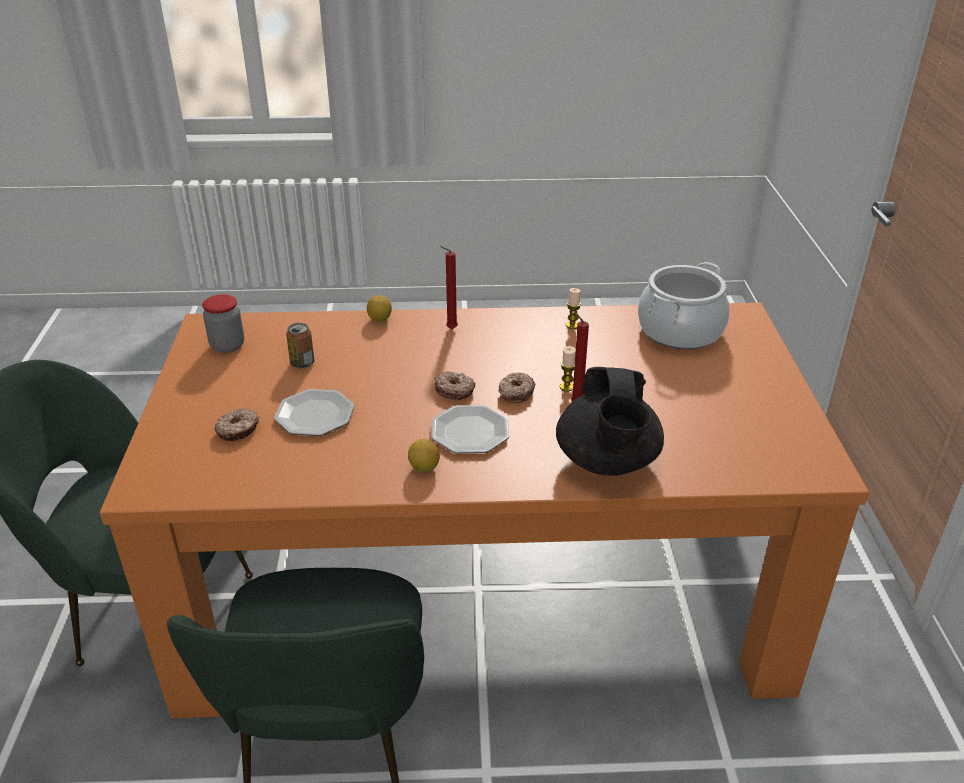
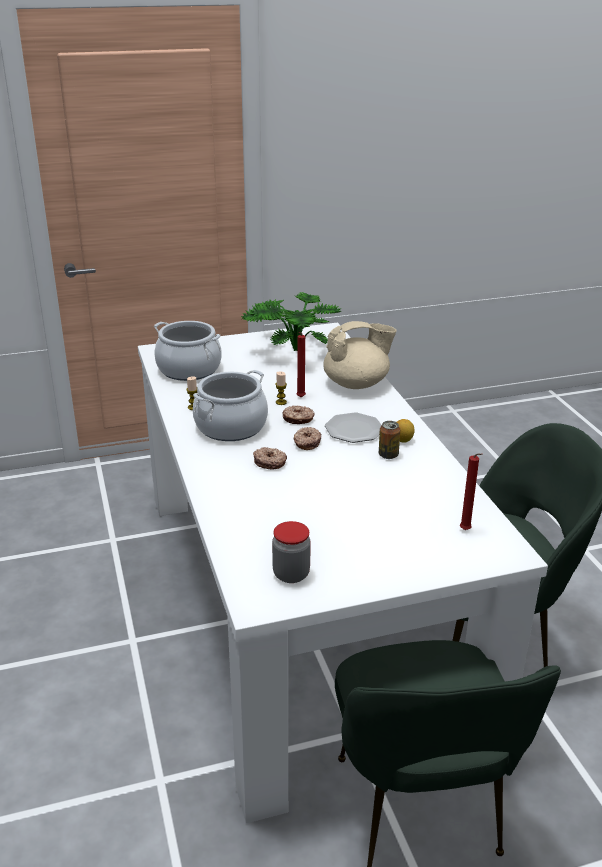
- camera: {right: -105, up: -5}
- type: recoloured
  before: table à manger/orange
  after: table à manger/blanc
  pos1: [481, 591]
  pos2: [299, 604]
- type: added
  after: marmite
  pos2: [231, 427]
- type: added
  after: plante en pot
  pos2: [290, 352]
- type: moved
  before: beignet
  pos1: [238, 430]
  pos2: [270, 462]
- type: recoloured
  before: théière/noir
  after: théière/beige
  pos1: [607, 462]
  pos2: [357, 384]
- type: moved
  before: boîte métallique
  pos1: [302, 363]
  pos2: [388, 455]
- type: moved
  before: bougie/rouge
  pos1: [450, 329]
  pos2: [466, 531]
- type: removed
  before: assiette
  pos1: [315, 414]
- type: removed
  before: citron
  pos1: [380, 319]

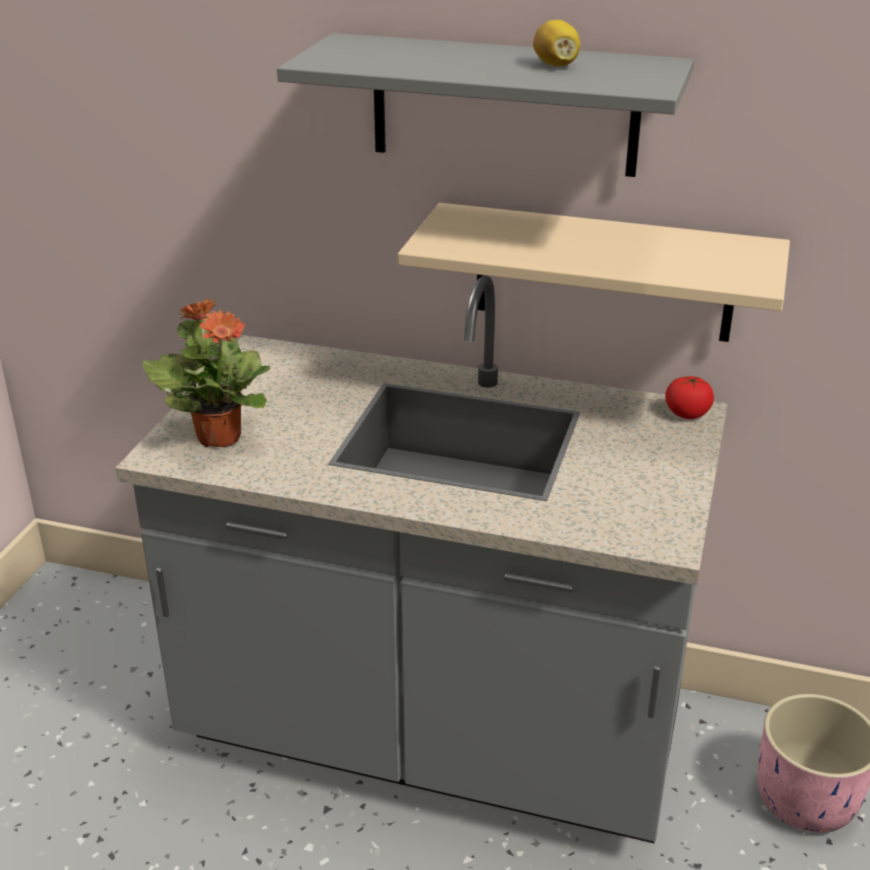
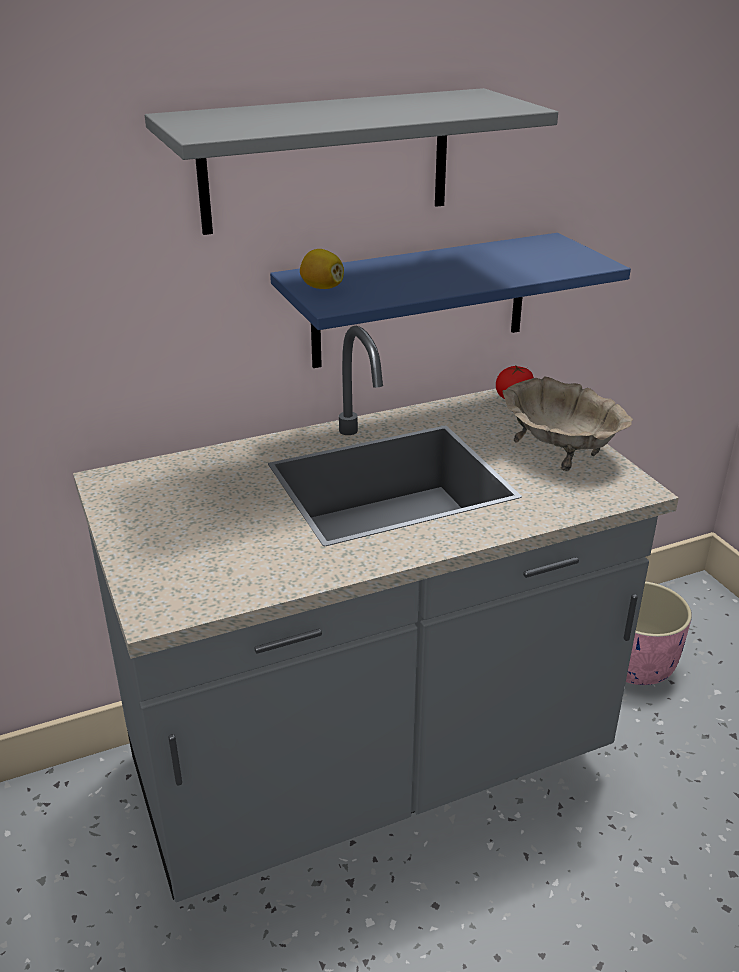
- camera: {right: -40, up: 0}
- type: recoloured
  before: étagère/beige
  after: étagère/bleu
  pos1: [603, 273]
  pos2: [420, 300]
- type: moved
  before: citron
  pos1: [555, 65]
  pos2: [322, 288]
- type: added
  after: bol/beige
  pos2: [561, 449]
- type: removed
  before: plante en pot
  pos1: [219, 436]

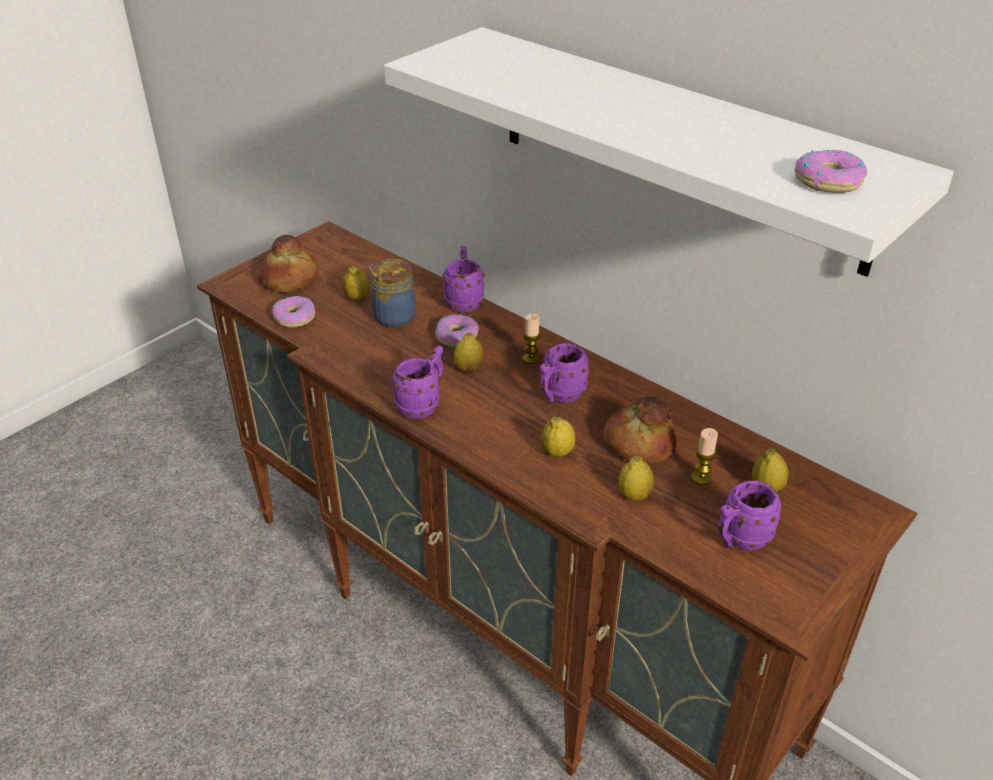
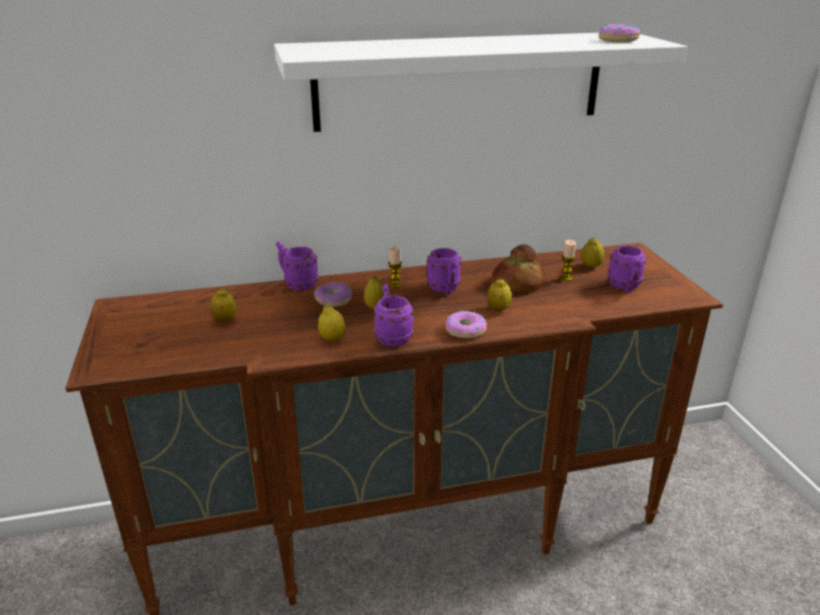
- camera: {right: -55, up: -10}
- type: moved
  before: citron
  pos1: [634, 495]
  pos2: [332, 339]
- type: moved
  before: beignet
  pos1: [294, 317]
  pos2: [465, 330]
- type: removed
  before: pain
  pos1: [290, 280]
- type: removed
  before: bocal
  pos1: [393, 316]

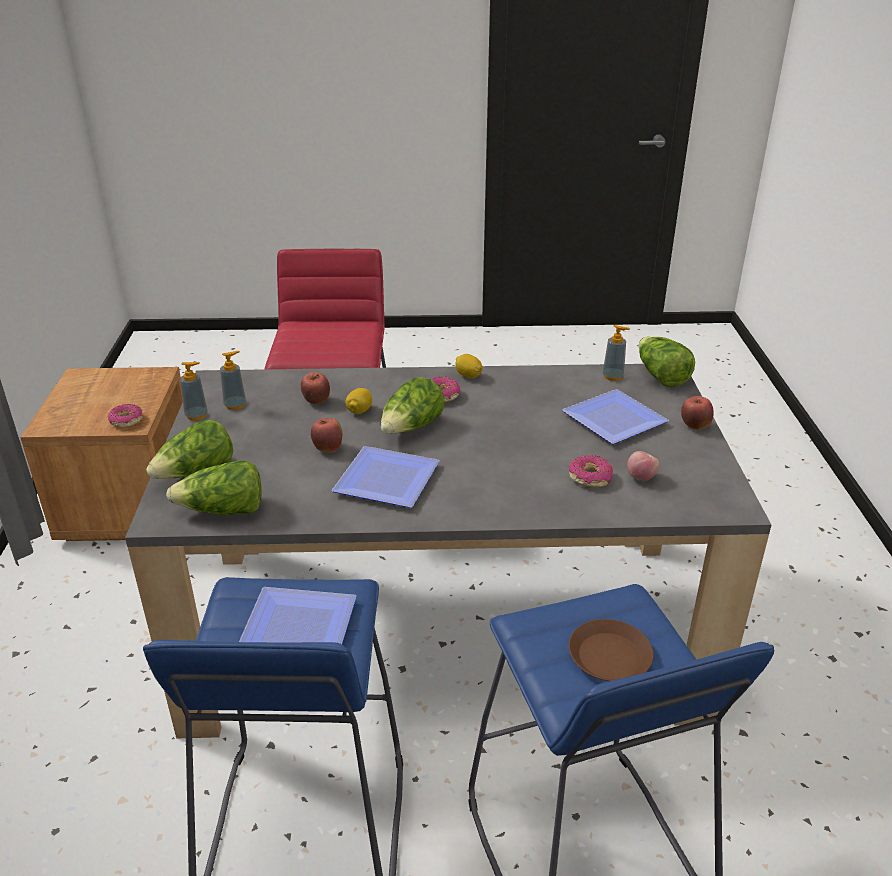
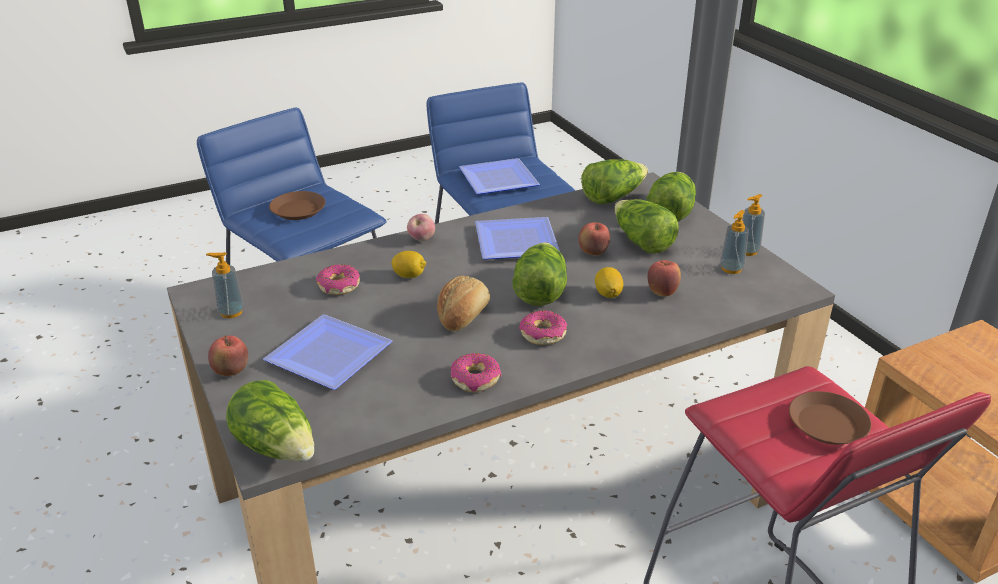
- camera: {right: 155, up: 0}
- type: moved
  before: distributeur de savon
  pos1: [612, 376]
  pos2: [231, 312]
- type: moved
  before: citron
  pos1: [468, 376]
  pos2: [409, 275]
- type: moved
  before: pomme
  pos1: [641, 477]
  pos2: [421, 240]
- type: added
  after: pain
  pos2: [463, 316]
- type: moved
  before: beignet
  pos1: [126, 421]
  pos2: [476, 379]
- type: added
  after: laitue
  pos2: [641, 242]
- type: added
  after: assiette/marron
  pos2: [827, 424]

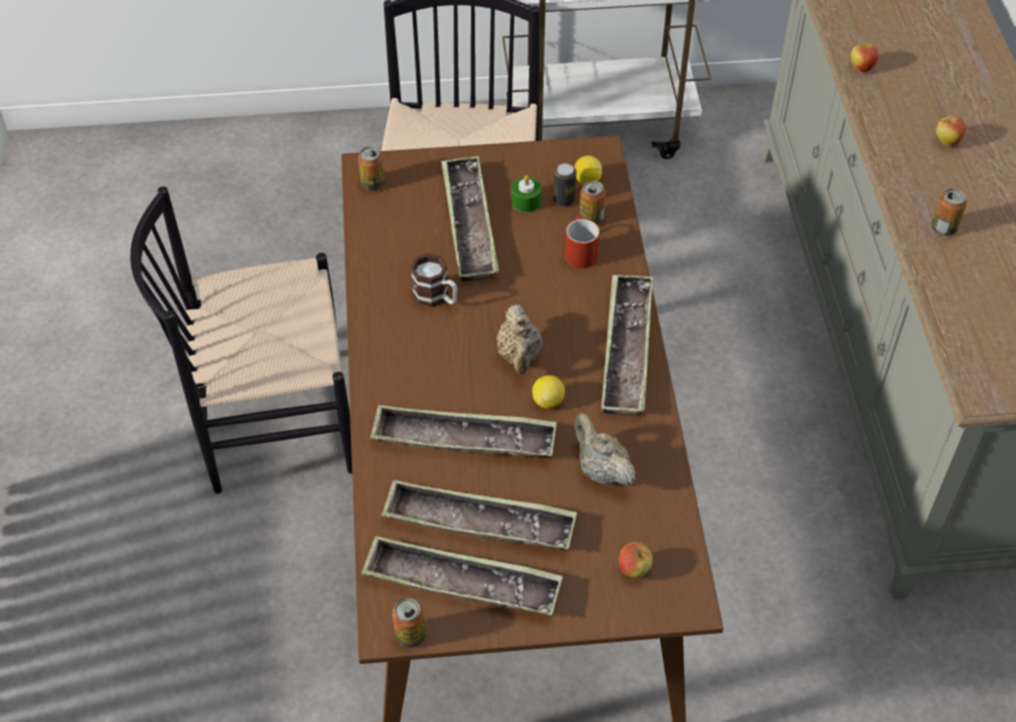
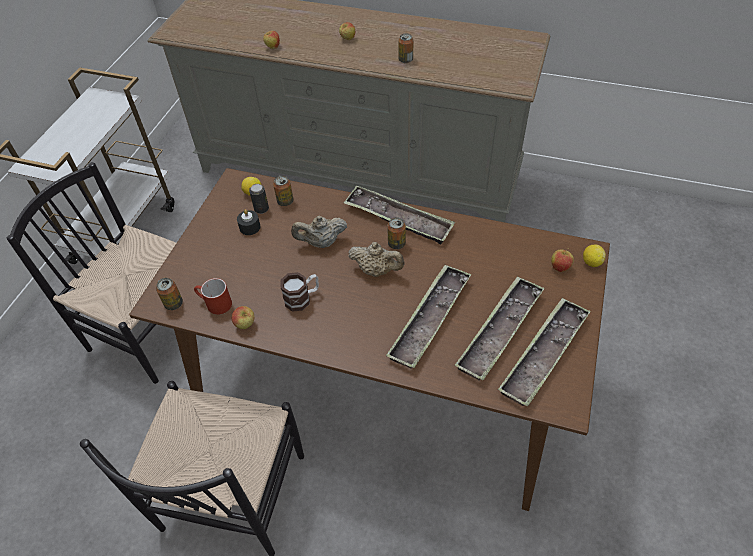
- camera: {right: -65, up: 0}
- type: moved
  before: mug/rouge
  pos1: [579, 251]
  pos2: [214, 304]
- type: added
  after: pomme
  pos2: [245, 325]
- type: recoloured
  before: bougie/vert
  after: bougie/noir
  pos1: [526, 201]
  pos2: [250, 227]
- type: moved
  before: théière/beige
  pos1: [601, 470]
  pos2: [321, 243]
- type: moved
  before: boîte métallique
  pos1: [410, 635]
  pos2: [396, 244]
- type: moved
  before: citron
  pos1: [548, 401]
  pos2: [591, 262]
- type: removed
  before: plateau
  pos1: [469, 224]

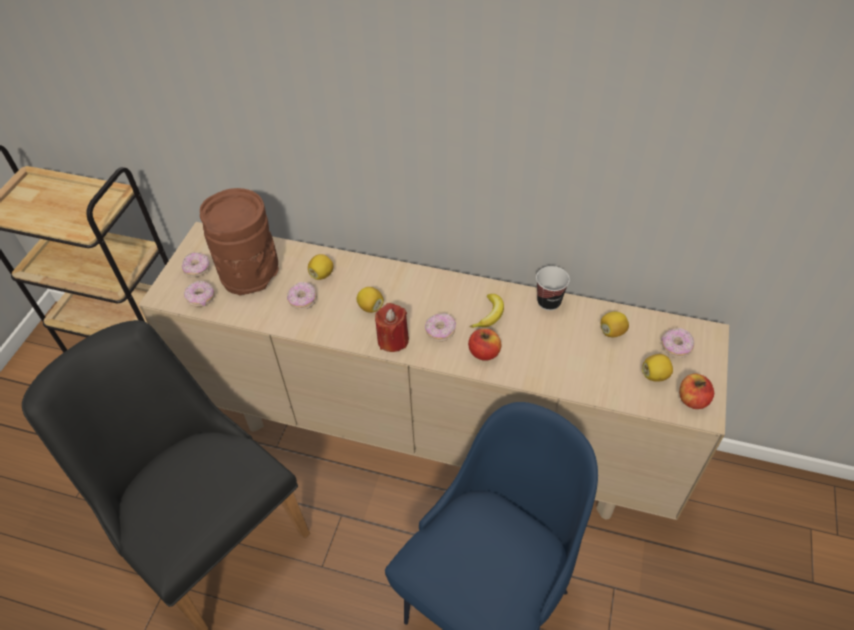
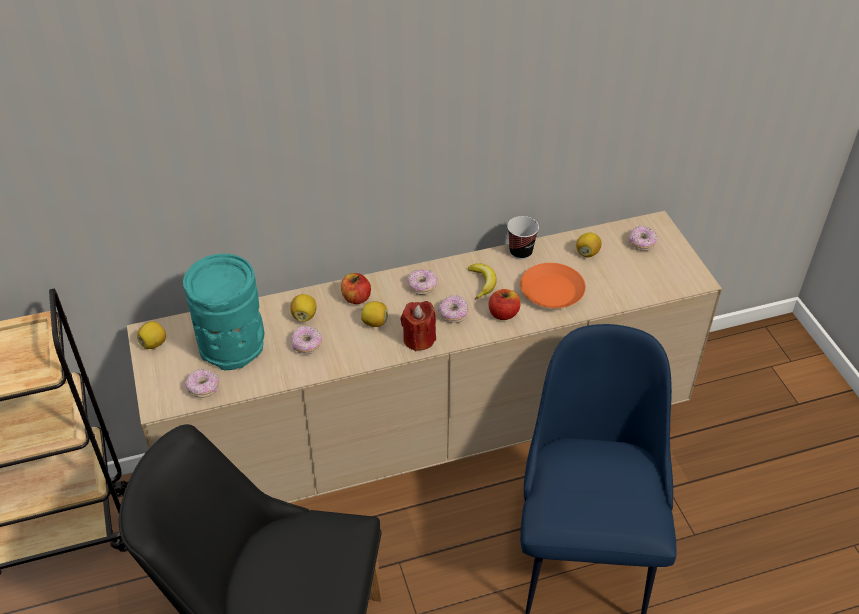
- camera: {right: -35, up: -5}
- type: moved
  before: citron
  pos1: [655, 375]
  pos2: [154, 343]
- type: recoloured
  before: vase/marron
  after: vase/turquoise
  pos1: [251, 273]
  pos2: [233, 345]
- type: moved
  before: pomme
  pos1: [692, 399]
  pos2: [356, 298]
- type: moved
  before: beignet
  pos1: [197, 269]
  pos2: [422, 286]
- type: added
  after: assiette/orange
  pos2: [552, 291]

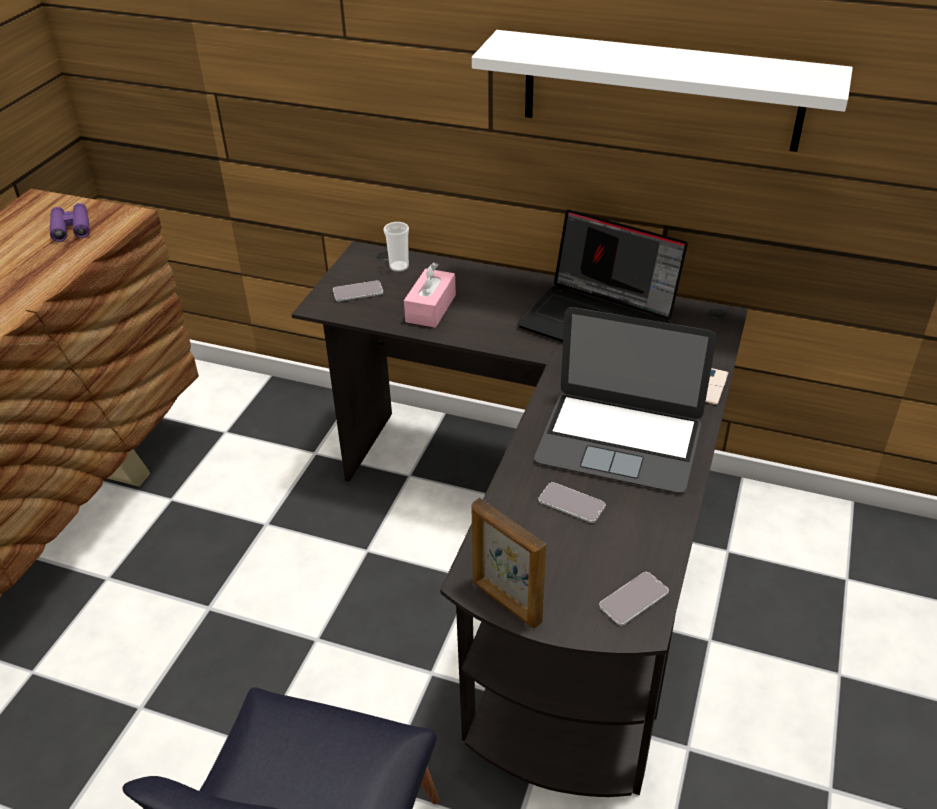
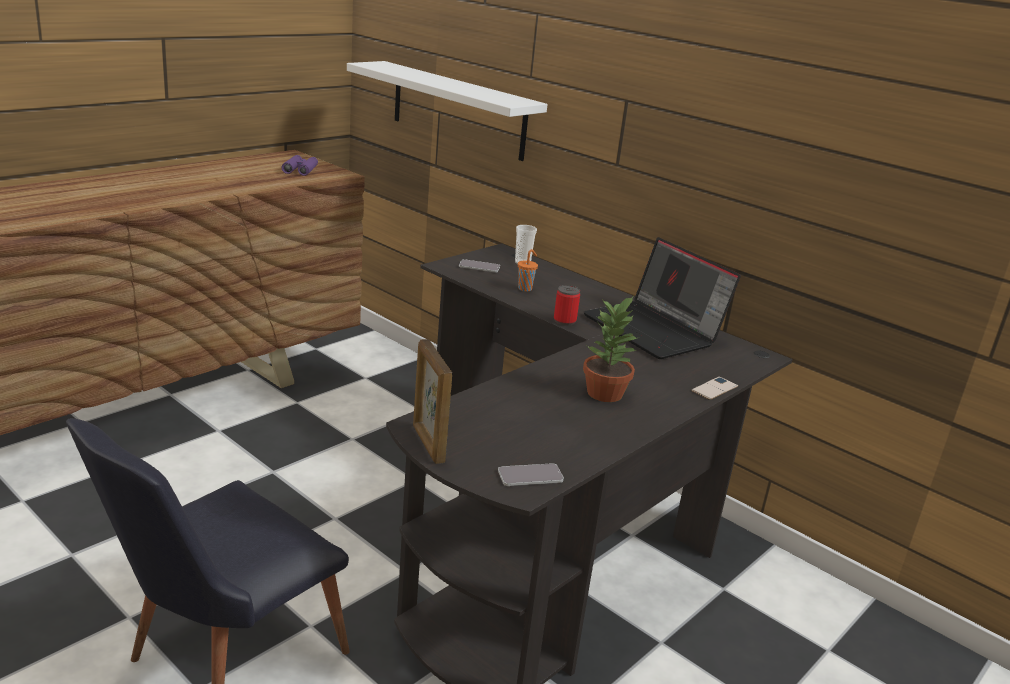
- camera: {right: 20, up: -15}
- type: moved
  before: étagère/blanc
  pos1: [661, 91]
  pos2: [458, 110]
- type: replaced
  before: boîte à mouchoirs/rose
  after: tasse/orange
  pos1: [431, 308]
  pos2: [525, 288]
- type: added
  after: boîte métallique
  pos2: [564, 321]
- type: replaced
  before: ordinateur portable
  after: plante en pot
  pos1: [619, 441]
  pos2: [605, 394]
- type: removed
  before: téléphone
  pos1: [571, 503]

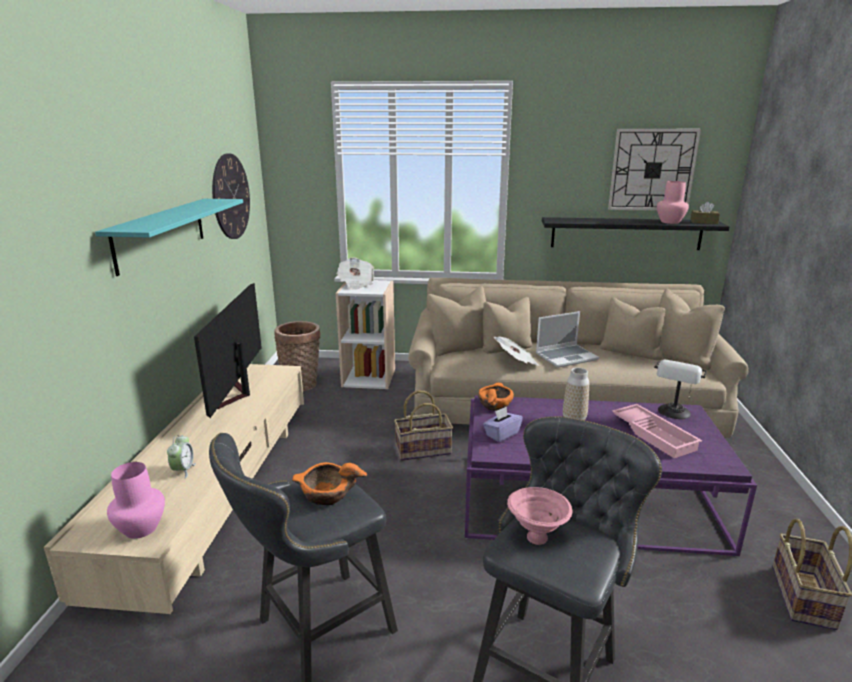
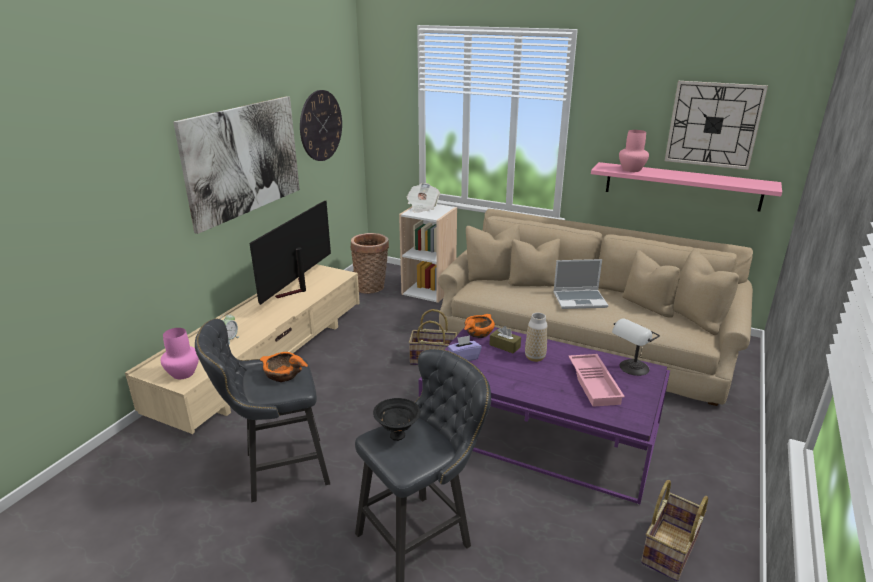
- camera: {right: 20, up: 5}
- type: replaced
  before: étagère/turquoise
  after: tableau
  pos1: [161, 233]
  pos2: [243, 160]
- type: recoloured
  before: bol/rose
  after: bol/noir
  pos1: [535, 537]
  pos2: [397, 434]
- type: moved
  before: boîte à mouchoirs/marron
  pos1: [703, 222]
  pos2: [504, 346]
- type: recoloured
  before: étagère/noir
  after: étagère/rose
  pos1: [626, 233]
  pos2: [682, 186]
- type: moved
  before: vase/rose
  pos1: [670, 222]
  pos2: [632, 169]
- type: removed
  before: journal
  pos1: [516, 362]

